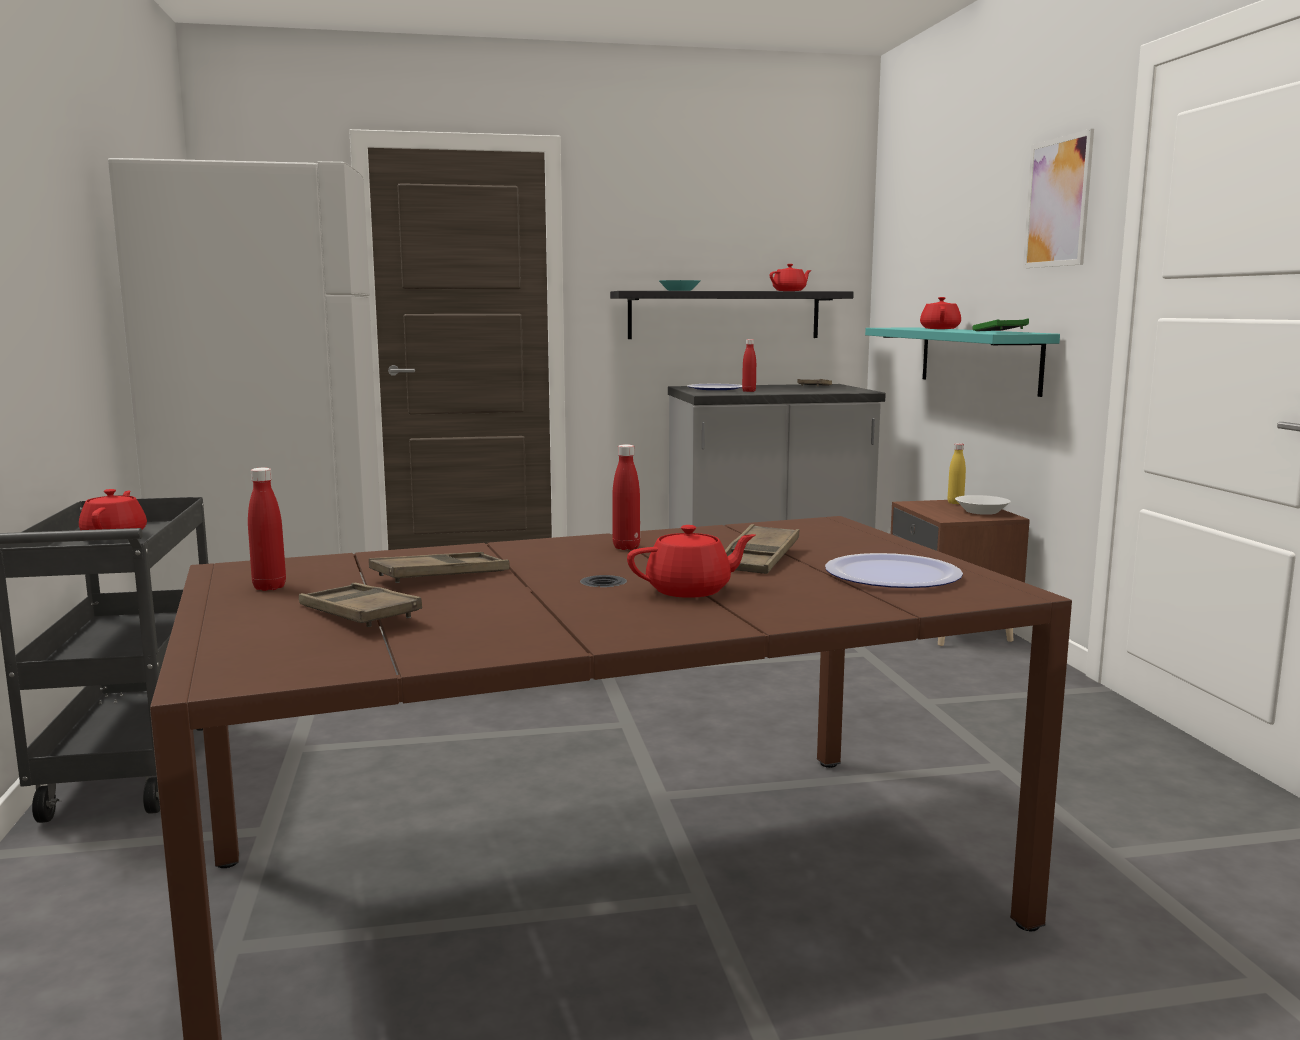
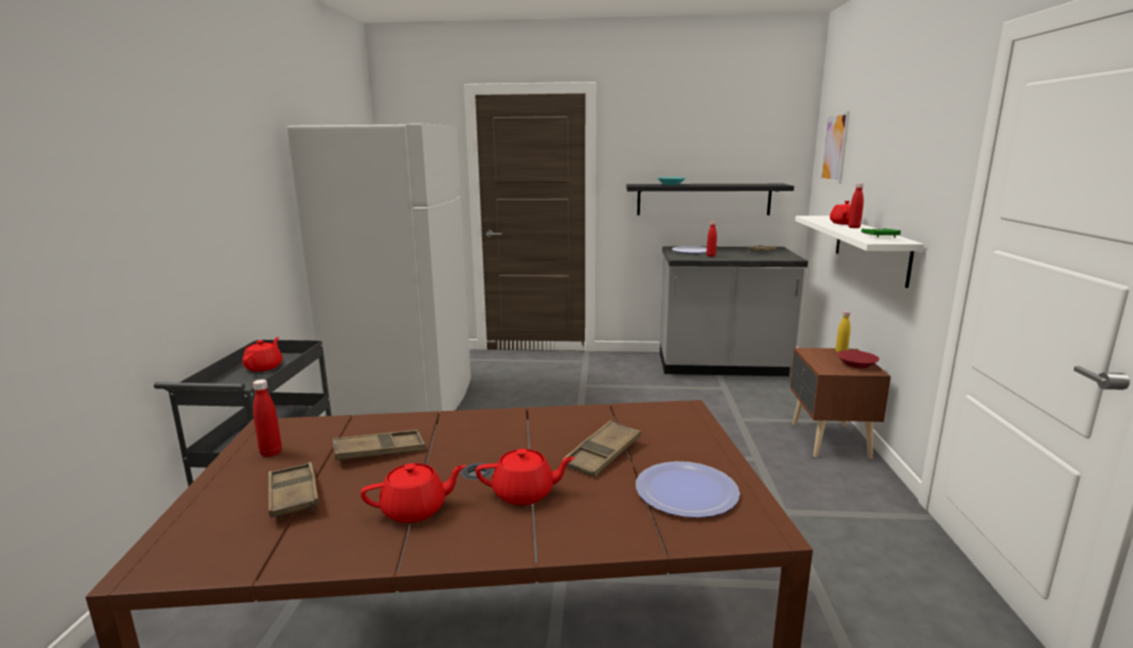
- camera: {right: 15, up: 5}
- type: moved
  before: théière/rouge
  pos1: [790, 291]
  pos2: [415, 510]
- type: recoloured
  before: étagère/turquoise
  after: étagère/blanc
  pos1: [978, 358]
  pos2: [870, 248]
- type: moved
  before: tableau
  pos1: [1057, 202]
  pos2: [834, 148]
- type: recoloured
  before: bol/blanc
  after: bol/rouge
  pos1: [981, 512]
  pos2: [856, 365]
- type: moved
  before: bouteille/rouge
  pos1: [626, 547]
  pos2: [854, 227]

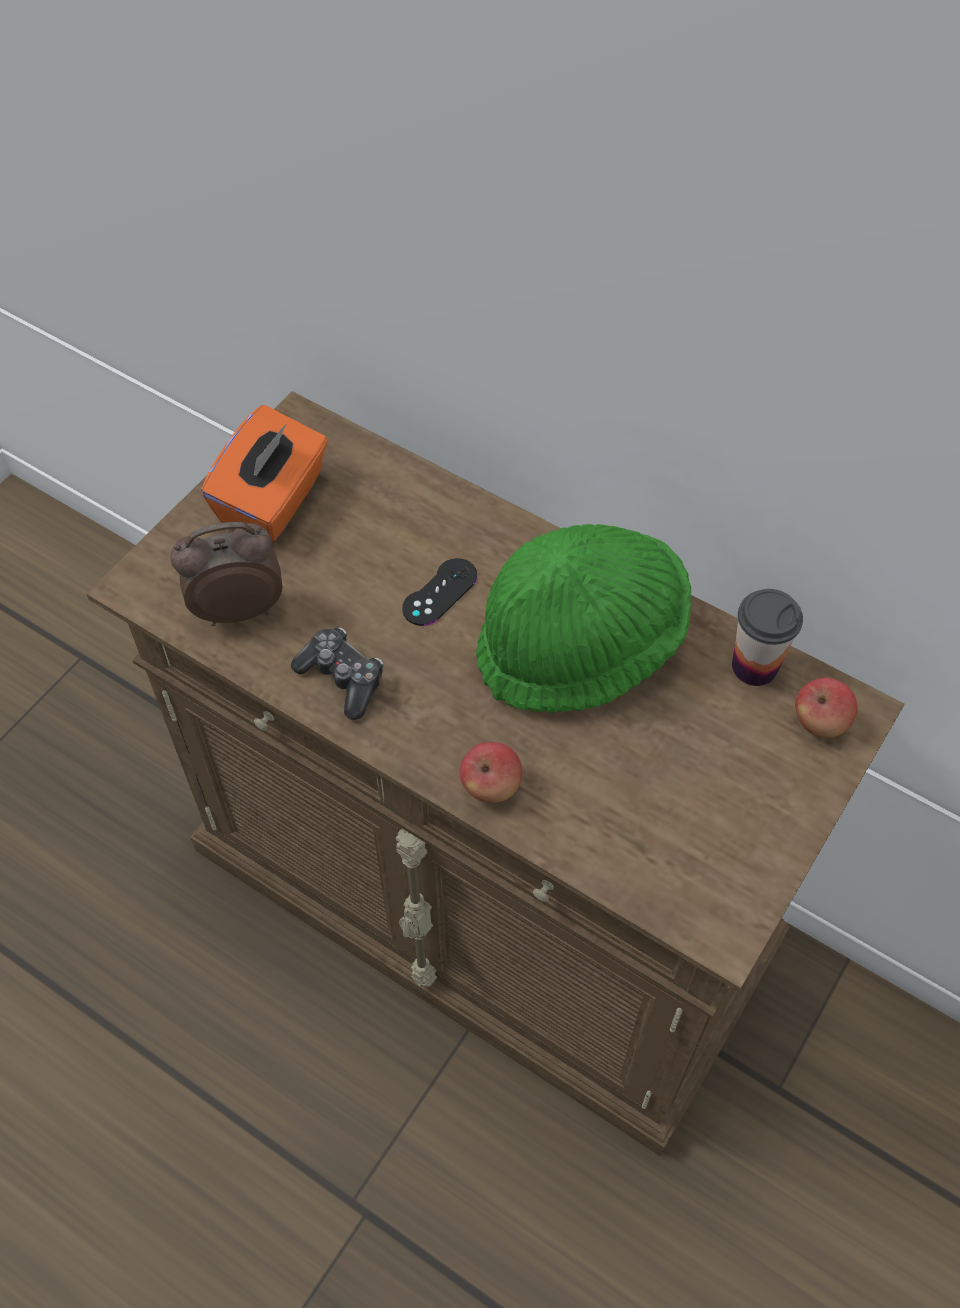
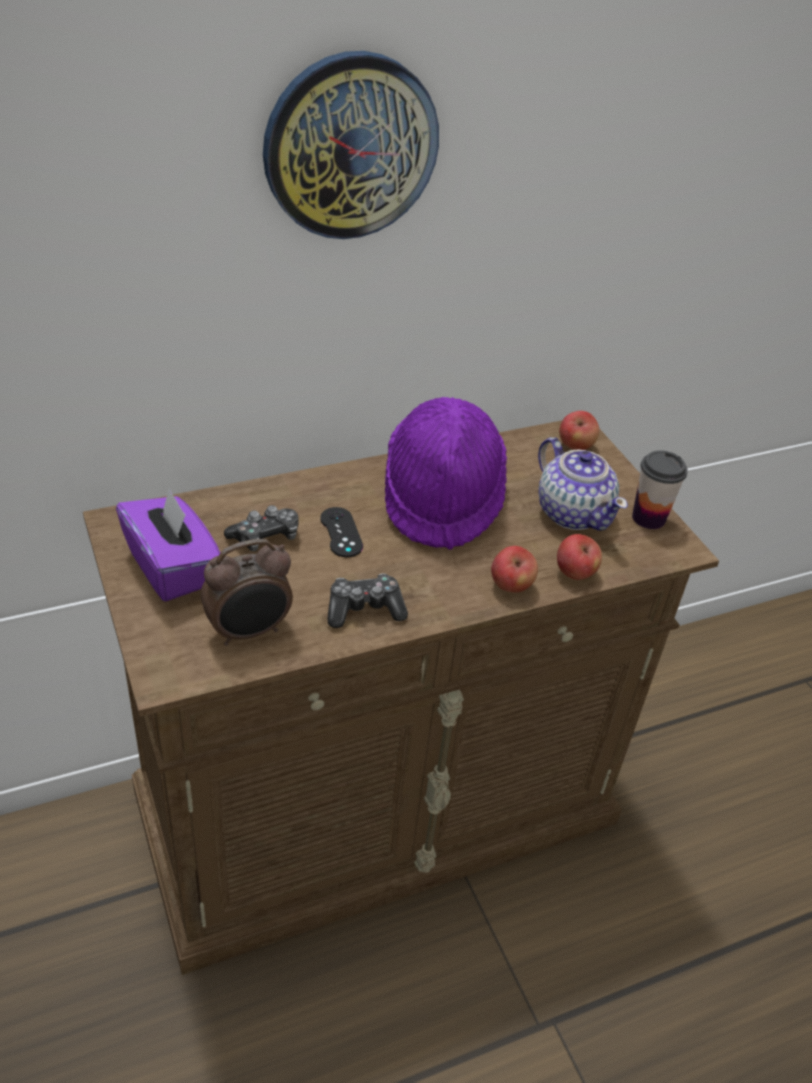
- camera: {right: -60, up: -15}
- type: recoloured
  before: boîte à mouchoirs/orange
  after: boîte à mouchoirs/violet
  pos1: [273, 500]
  pos2: [172, 568]
- type: turned
  before: réveil
  pos1: [237, 608]
  pos2: [249, 632]
  turn: -135
- type: added
  after: manette
  pos2: [265, 537]
- type: added
  after: horloge murale
  pos2: [350, 147]
- type: recoloured
  before: chapeau/vert
  after: chapeau/violet
  pos1: [580, 645]
  pos2: [441, 498]
- type: added
  after: théière
  pos2: [573, 512]
- type: added
  after: pomme
  pos2: [574, 573]
- type: moved
  before: tasse
  pos1: [754, 666]
  pos2: [648, 518]

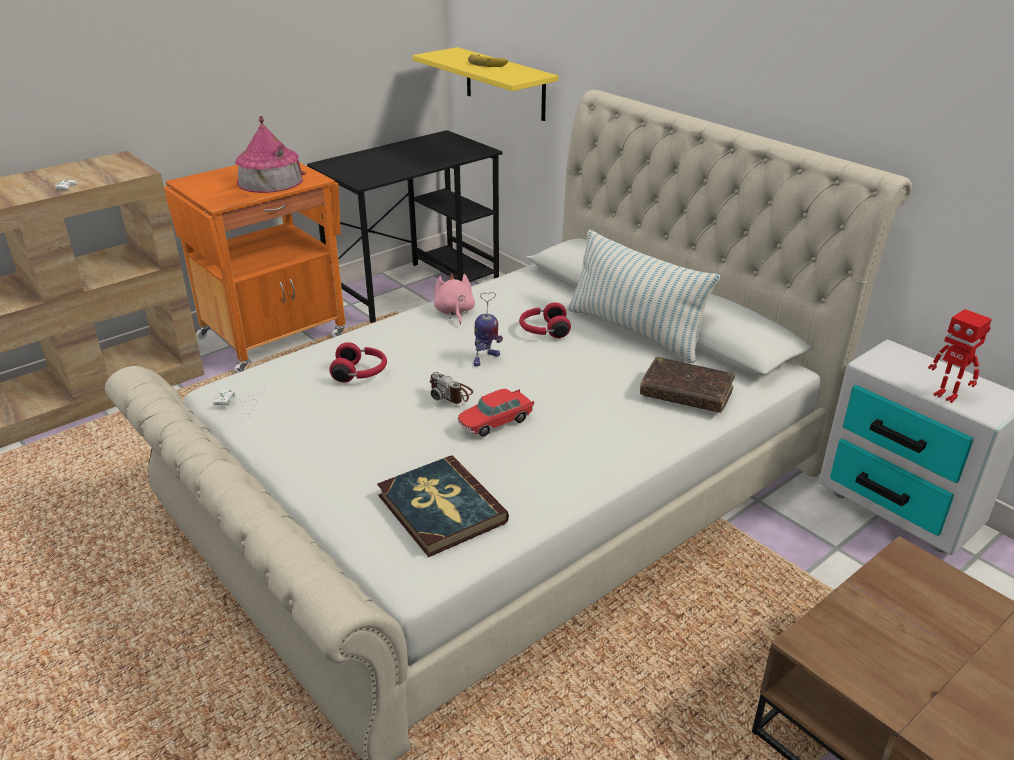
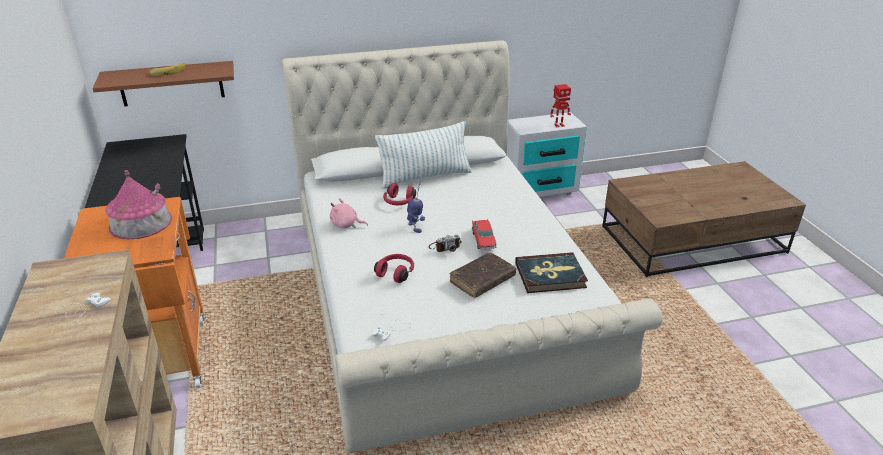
- camera: {right: -65, up: 0}
- type: recoloured
  before: étagère/jaune
  after: étagère/marron
  pos1: [505, 84]
  pos2: [171, 83]
- type: moved
  before: livre/marron
  pos1: [686, 393]
  pos2: [482, 280]

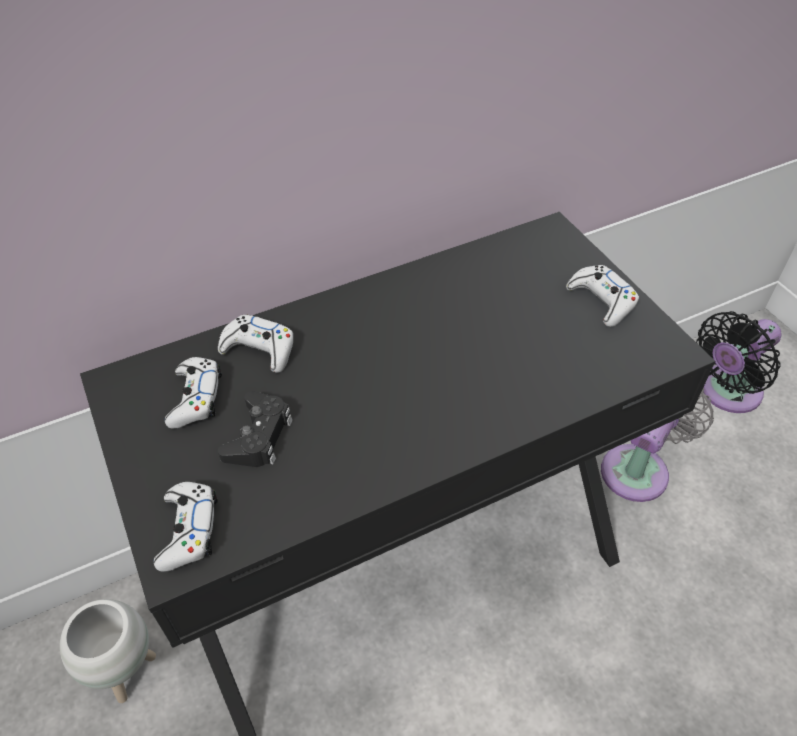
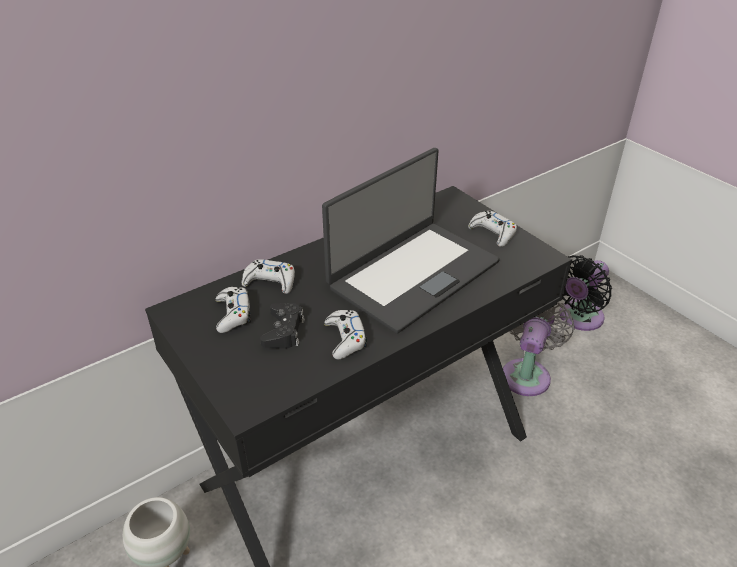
- camera: {right: -10, up: -10}
- type: added
  after: ordinateur portable
  pos2: [412, 273]
- type: moved
  before: manette/blanc
  pos1: [188, 531]
  pos2: [345, 339]

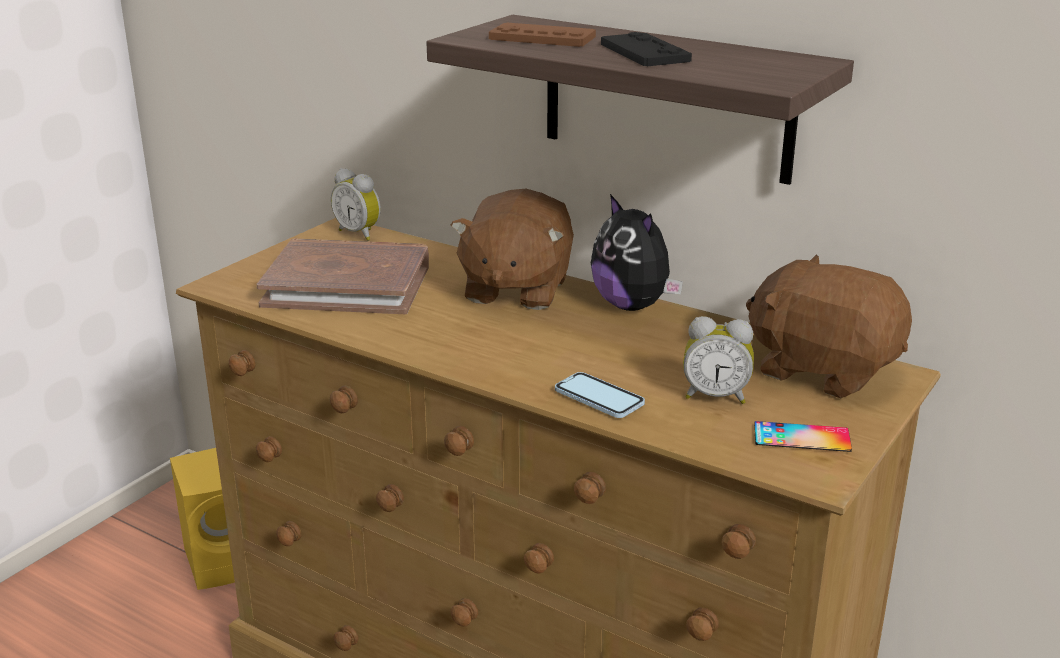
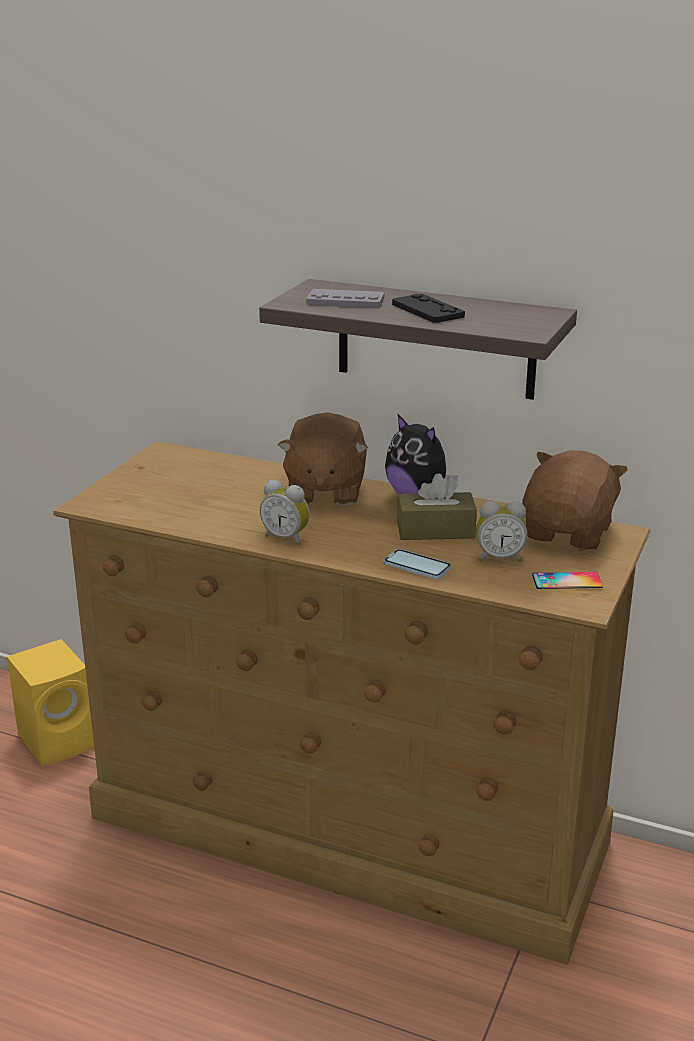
- camera: {right: -10, up: 0}
- type: moved
  before: réveil
  pos1: [360, 233]
  pos2: [286, 538]
- type: recoloured
  before: manette/marron
  after: manette/gris
  pos1: [542, 38]
  pos2: [345, 300]
- type: added
  after: boîte à mouchoirs/marron
  pos2: [435, 530]
- type: turned
  before: peluche/marron
  pos1: [823, 369]
  pos2: [569, 533]
  turn: 90
- type: removed
  before: livre/marron
  pos1: [348, 284]

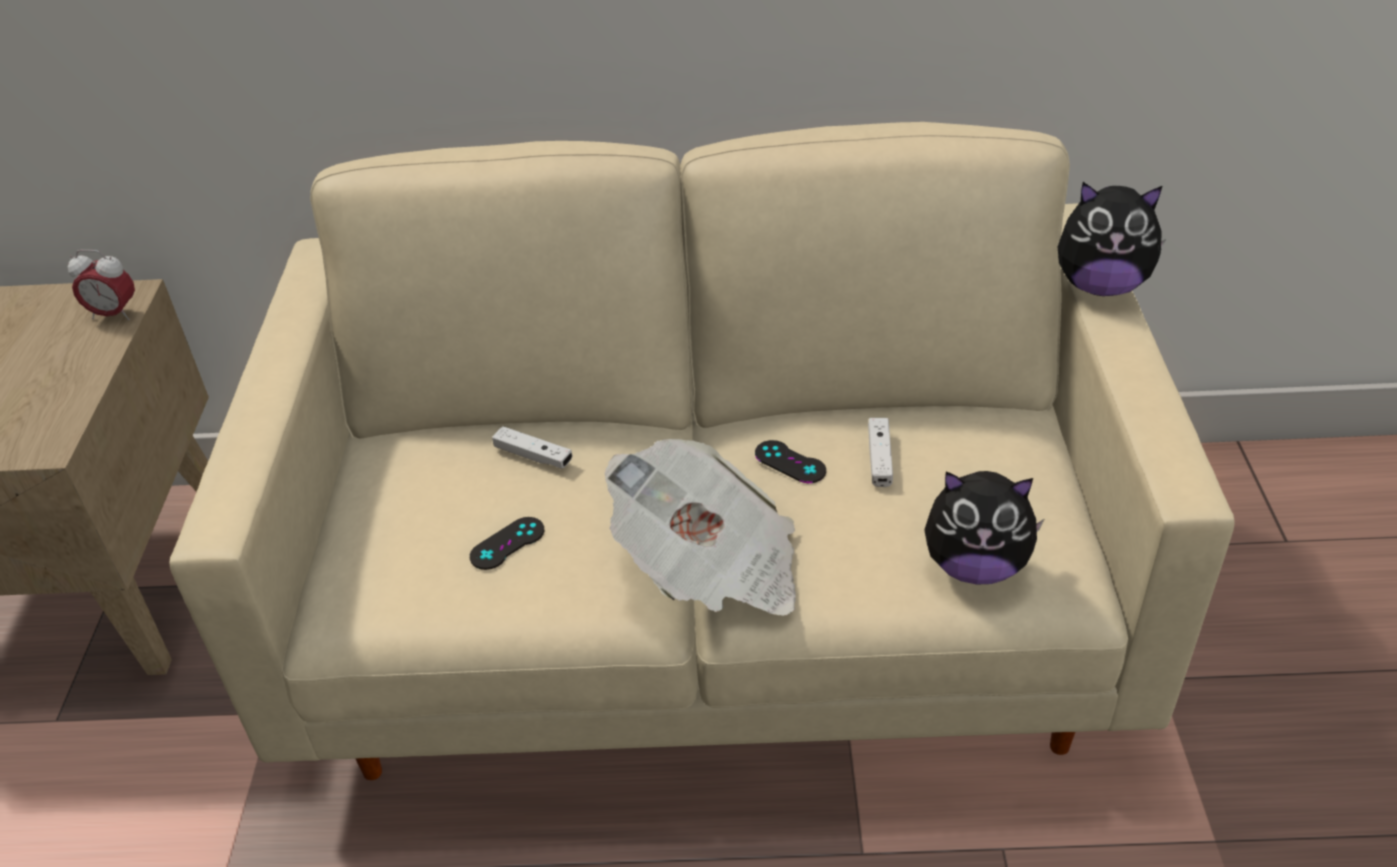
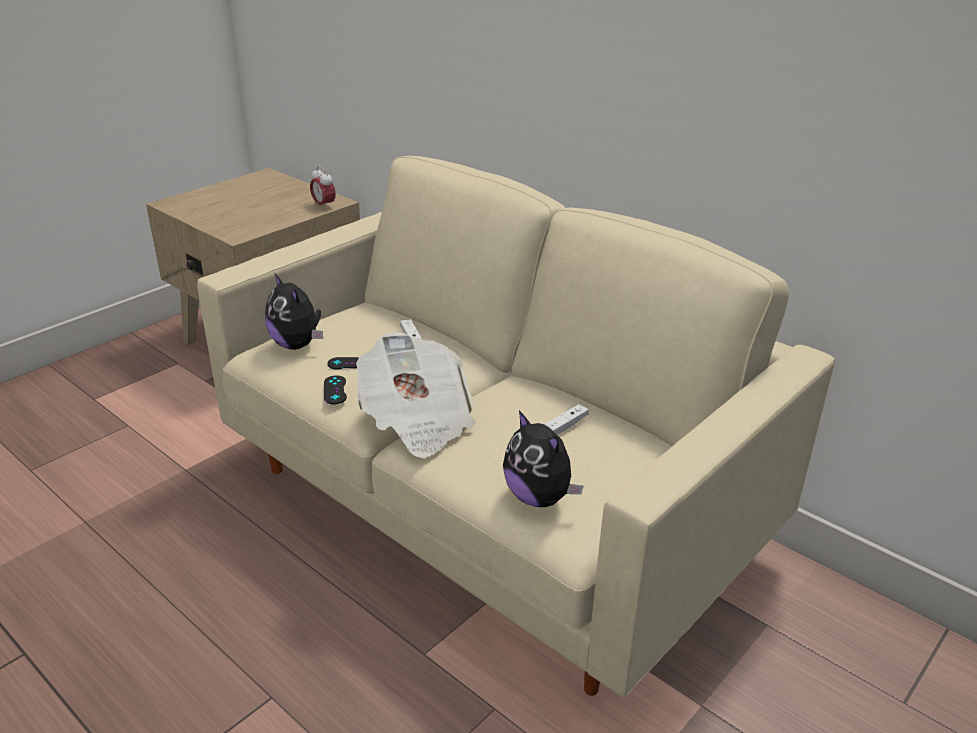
- camera: {right: 40, up: -10}
- type: moved
  before: peluche
  pos1: [1100, 286]
  pos2: [297, 345]
- type: moved
  before: manette/noir
  pos1: [790, 462]
  pos2: [335, 390]

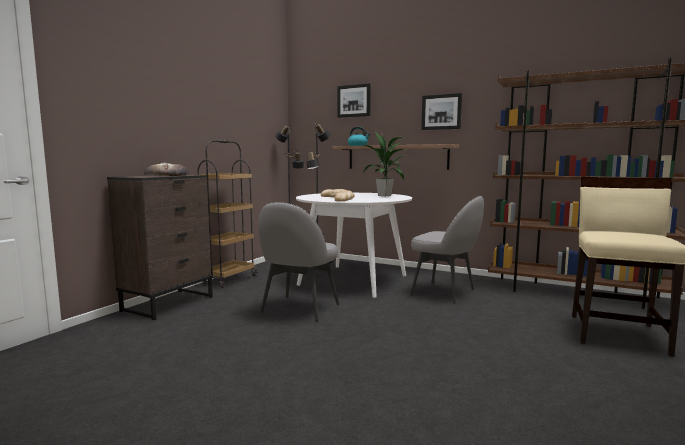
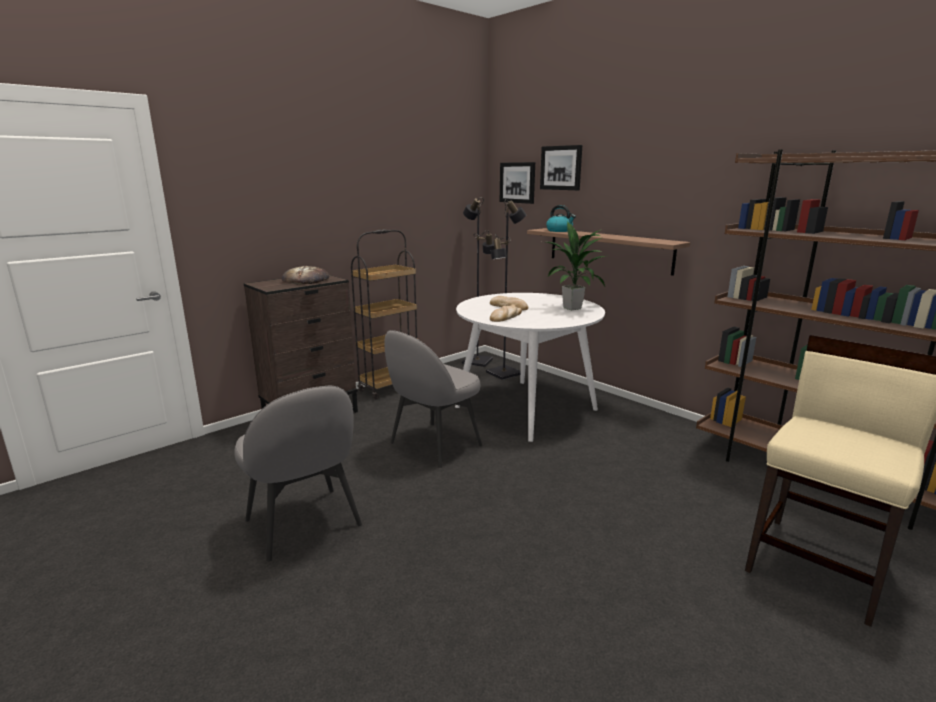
- camera: {right: 20, up: 10}
- type: moved
  before: chaise/gris
  pos1: [444, 292]
  pos2: [304, 524]
- type: moved
  before: tableau
  pos1: [441, 112]
  pos2: [517, 182]

